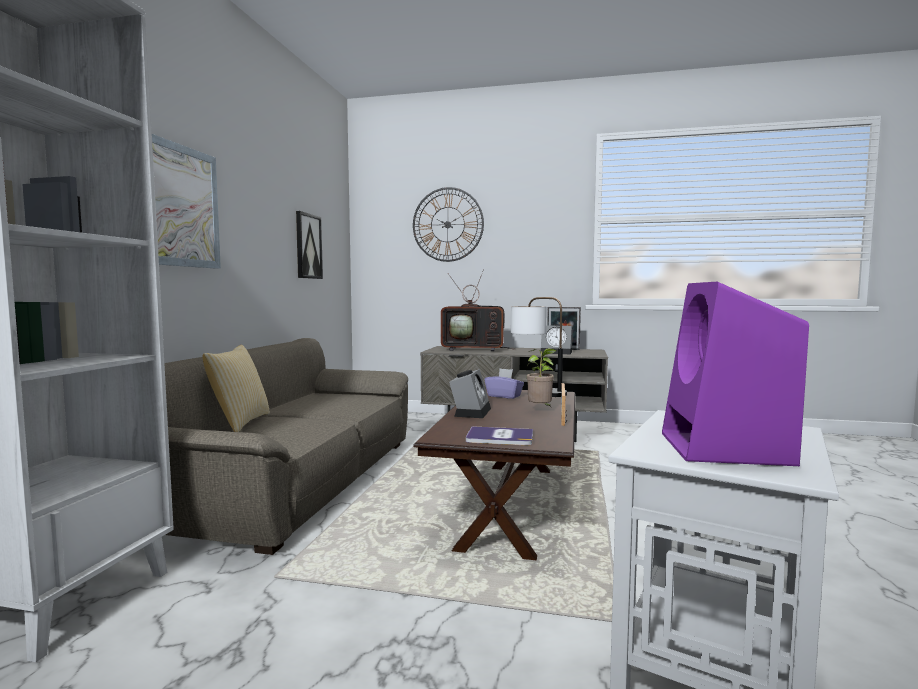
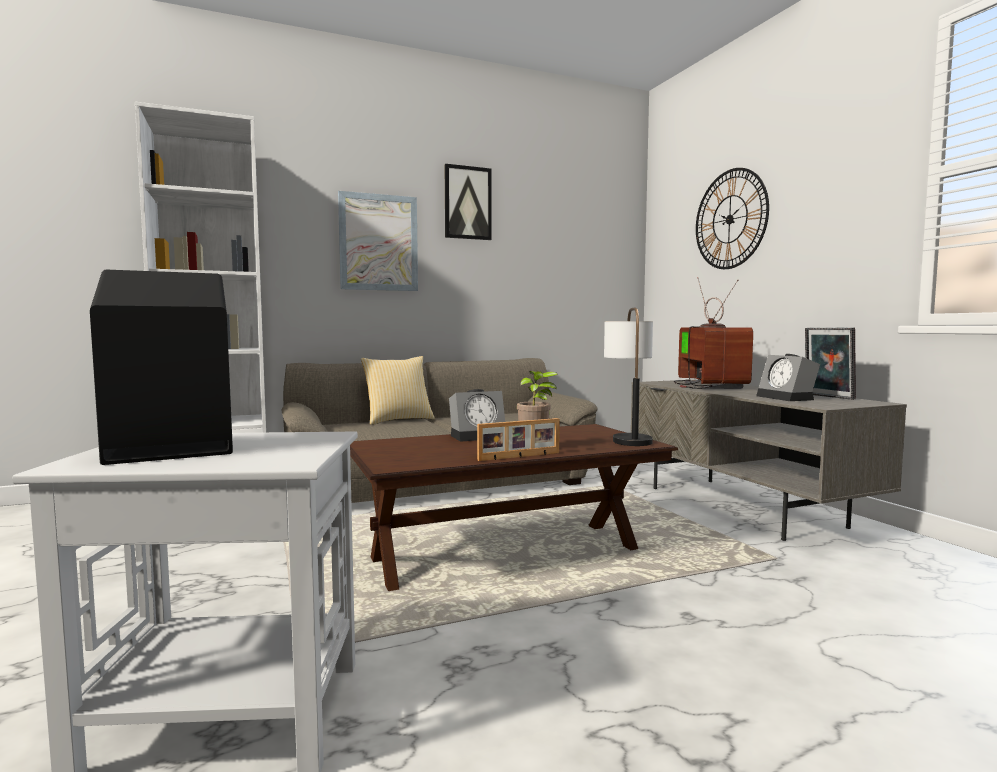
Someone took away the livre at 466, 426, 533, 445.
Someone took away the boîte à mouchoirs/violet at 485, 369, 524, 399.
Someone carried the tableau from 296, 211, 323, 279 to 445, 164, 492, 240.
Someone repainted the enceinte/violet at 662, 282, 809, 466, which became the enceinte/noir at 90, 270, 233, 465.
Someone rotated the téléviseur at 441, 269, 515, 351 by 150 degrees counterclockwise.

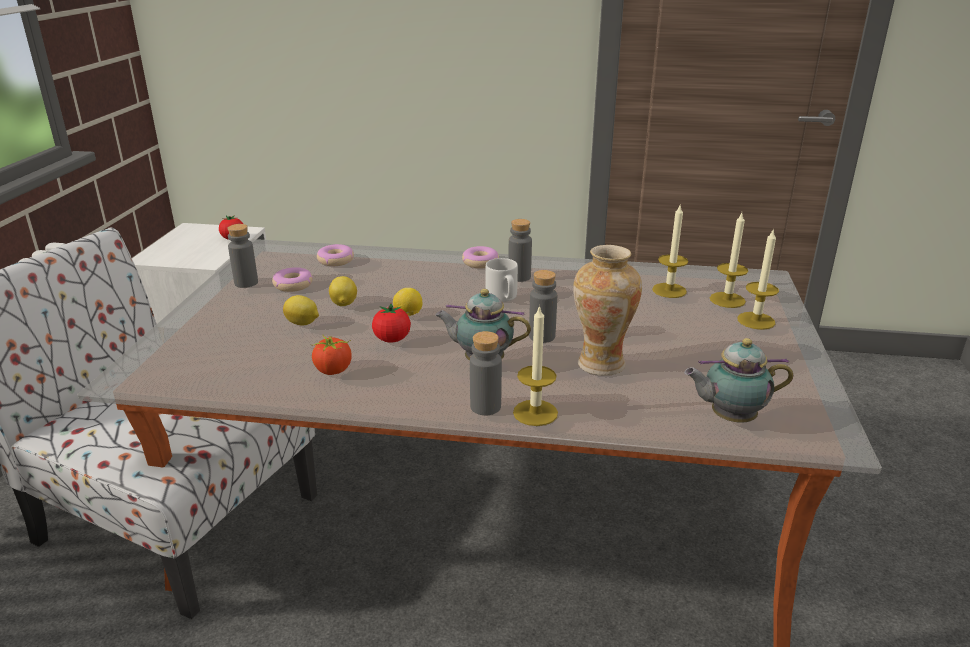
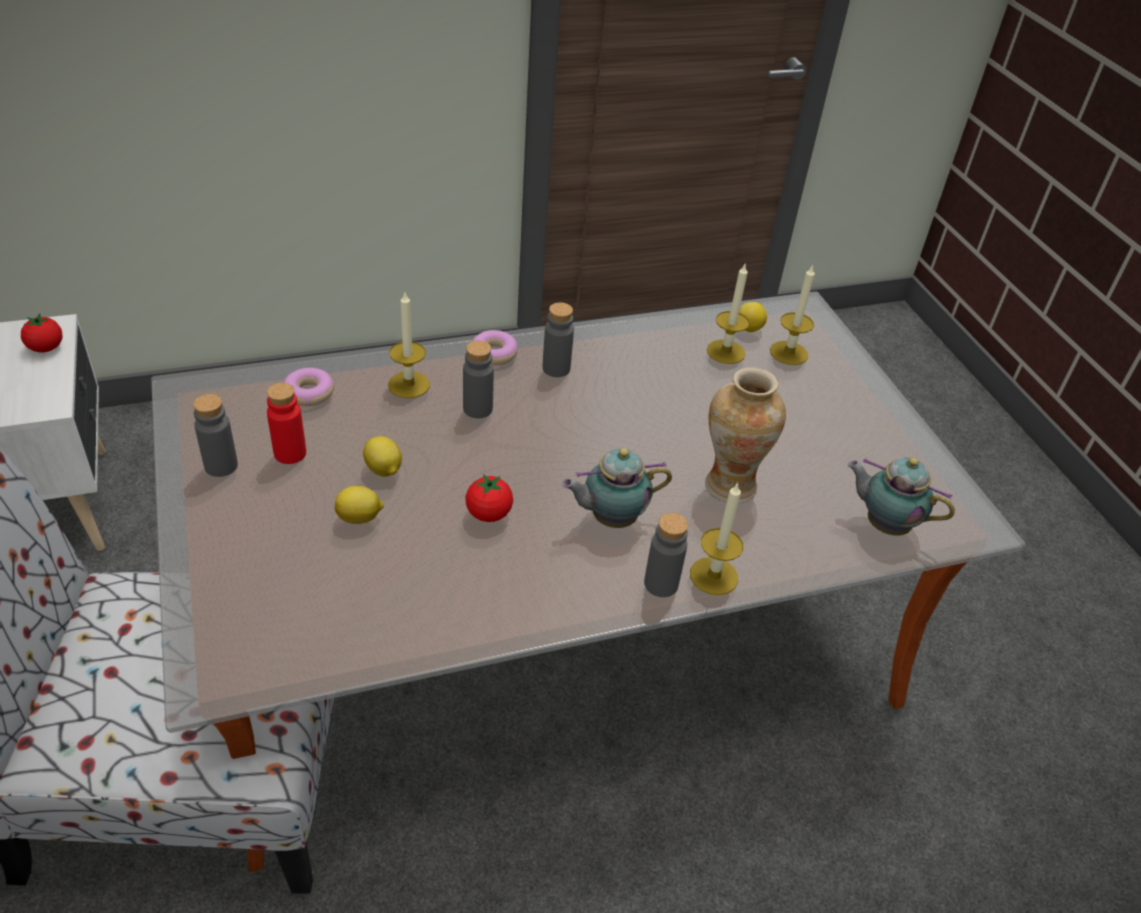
Someone took away the tomate at 312, 335, 352, 375.
Someone took away the mug/gris at 486, 258, 518, 302.
Someone carried the citron from 393, 288, 422, 316 to 739, 302, 767, 332.
Someone carried the bouteille/gris from 529, 270, 557, 343 to 463, 341, 494, 418.
Someone carried the bougie from 737, 228, 779, 330 to 388, 293, 430, 398.
Someone swapped the beignet at 272, 267, 313, 292 for the bouteille/rouge at 267, 383, 306, 464.
Someone rotated the théière at 684, 338, 793, 423 by 60 degrees clockwise.

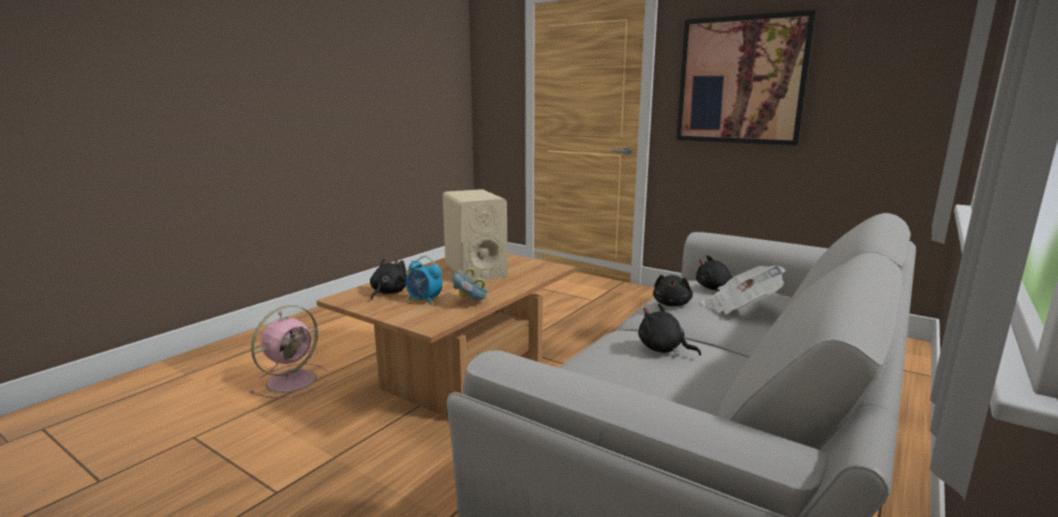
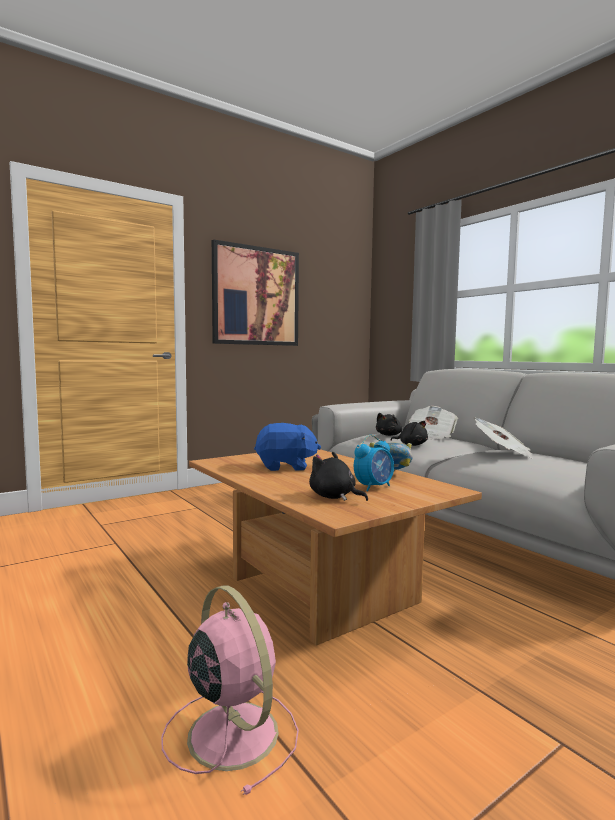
Someone swapped the enceinte/beige at 443, 189, 508, 280 for the peluche/bleu at 254, 423, 321, 471.
Someone swapped the peluche/noir at 638, 304, 701, 356 for the journal at 473, 417, 533, 459.

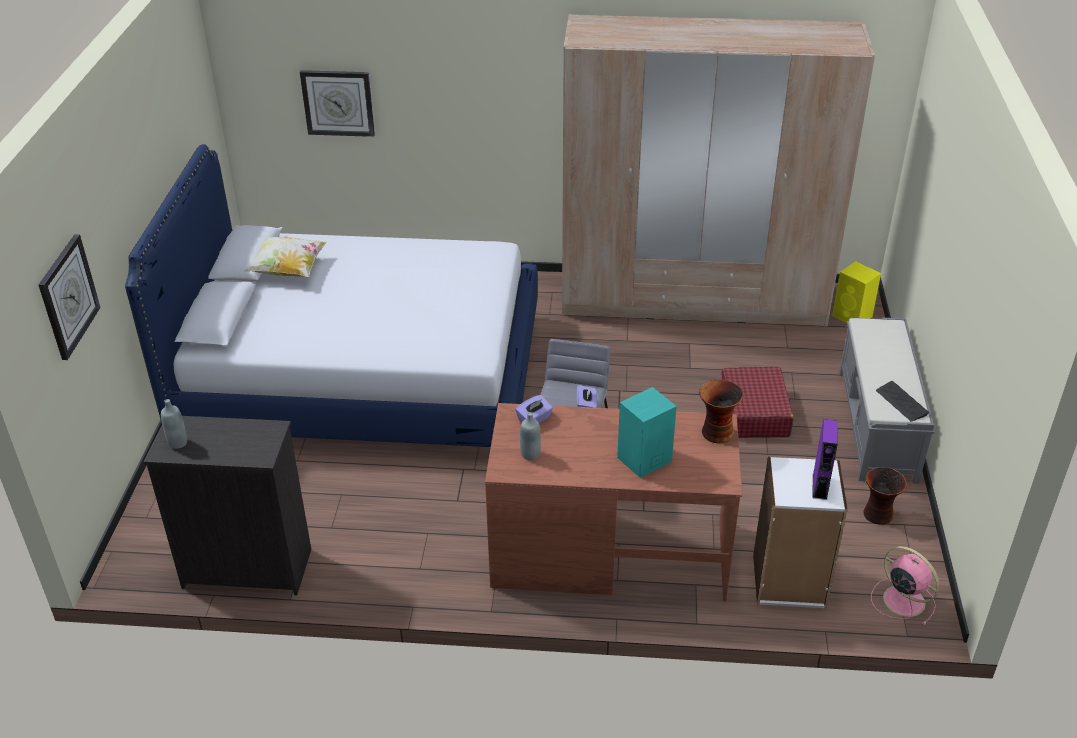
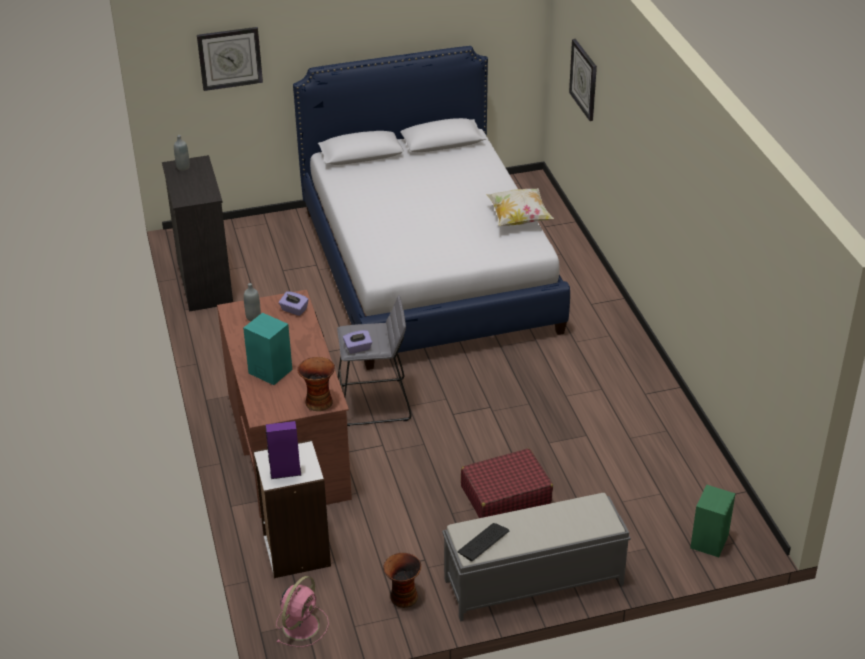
Someone took away the armoire/beige at 562, 14, 875, 327.
Someone carried the coussin from 245, 237, 327, 277 to 486, 188, 554, 226.
Someone repainted the enceinte/jaune at 832, 261, 881, 323, which became the enceinte/vert at 690, 484, 736, 557.

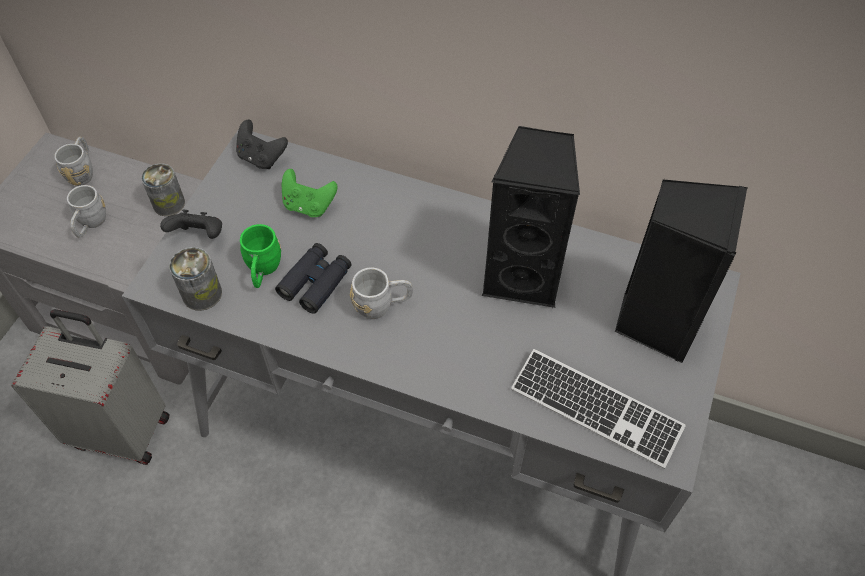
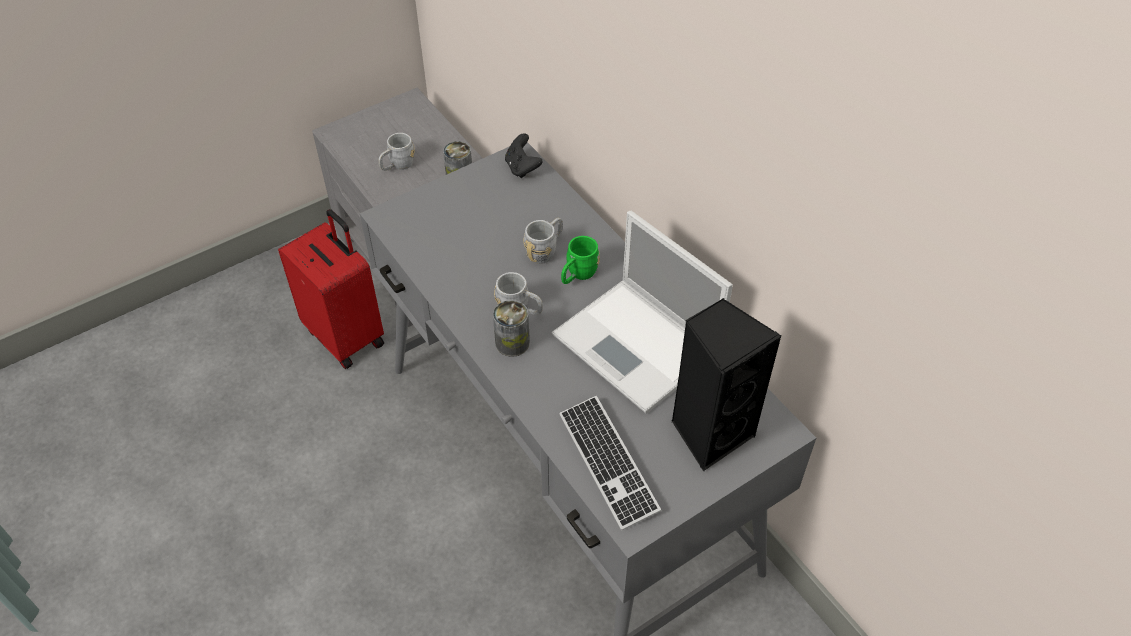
Someone took away the manette/noir at 160, 210, 222, 239.
Someone took away the jumelles/noir at 275, 243, 352, 314.
Someone took away the manette/vert at 282, 169, 338, 217.
Someone carried the mug/gris from 54, 137, 93, 186 to 523, 218, 563, 264.
Someone carried the boîte métallique from 169, 247, 222, 311 to 493, 300, 530, 357.
Someone carried the mug/vert from 240, 224, 281, 288 to 561, 236, 600, 284.
Someone swapped the enceinte/noir at 482, 126, 580, 308 for the ordinateur portable at 552, 211, 733, 414.
Someone repainted the valise/gris at 11, 309, 169, 465, which became the valise/rouge at 278, 209, 384, 369.

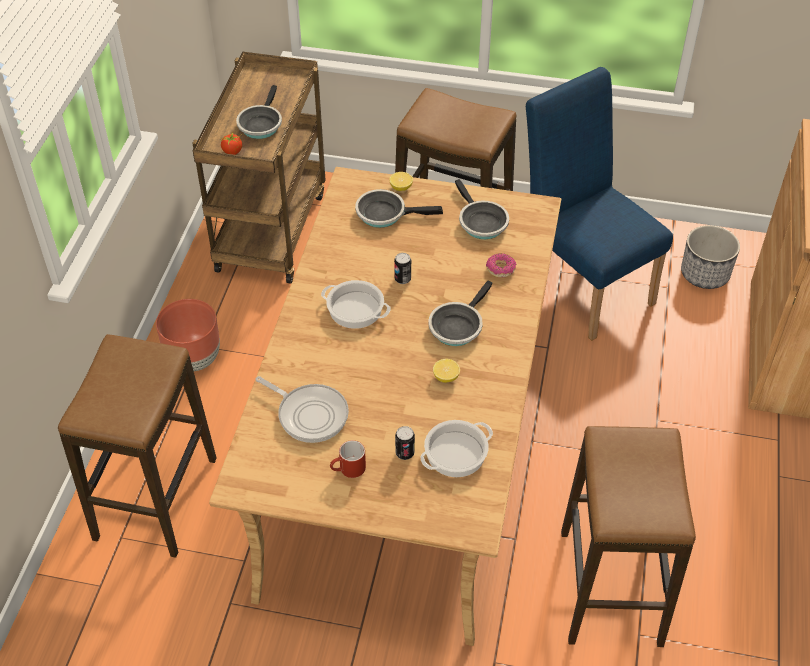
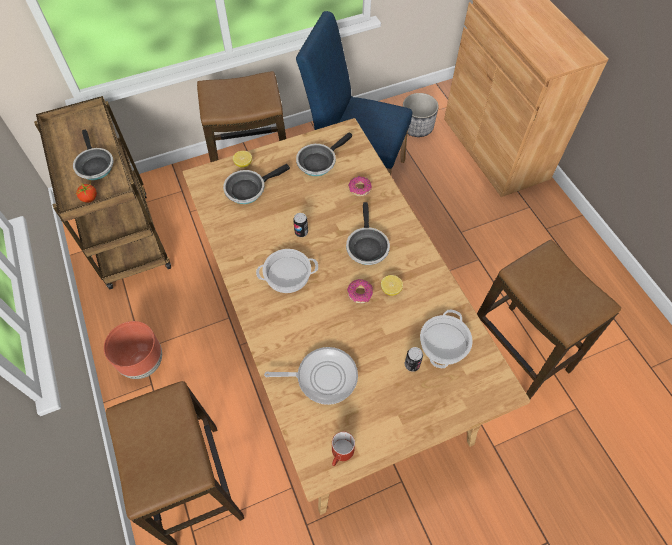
Someone put down the beignet at 347, 279, 373, 304.
Someone carried the mug/rouge from 330, 440, 366, 478 to 332, 431, 355, 466.
Someone rotated the poêle at 455, 179, 509, 239 by 105 degrees clockwise.

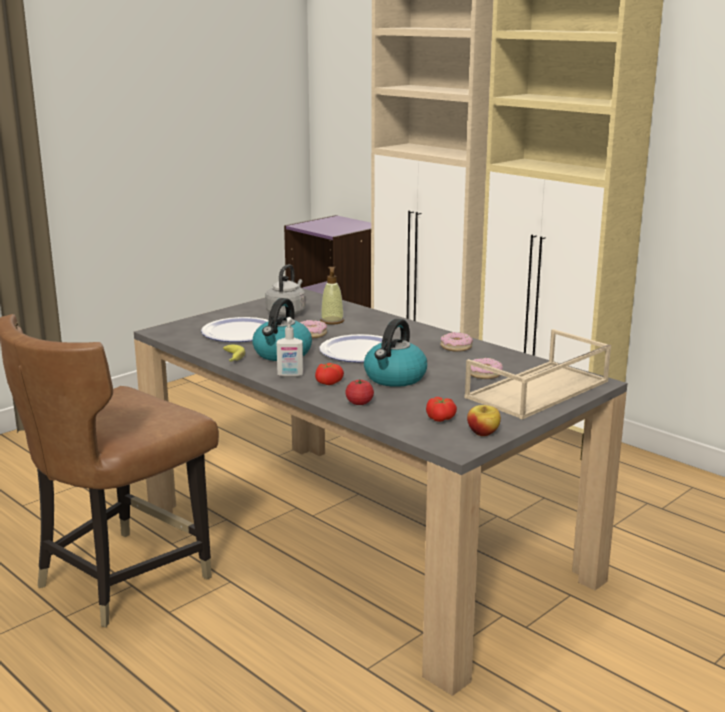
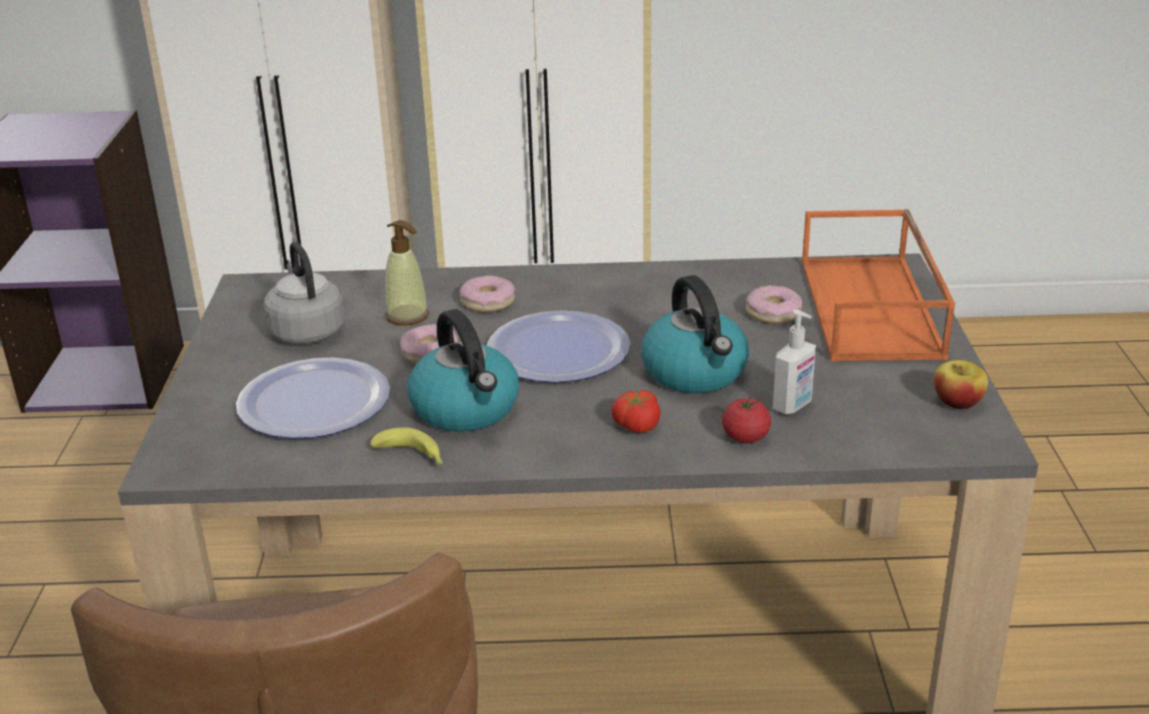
Someone took away the tomate at 426, 397, 457, 422.
Someone carried the distributeur de savon from 277, 317, 303, 377 to 773, 310, 816, 415.
Someone carried the beignet from 440, 332, 473, 352 to 460, 275, 515, 312.
Someone repainted the plateau/beige at 464, 329, 611, 419, which became the plateau/orange at 802, 209, 955, 362.

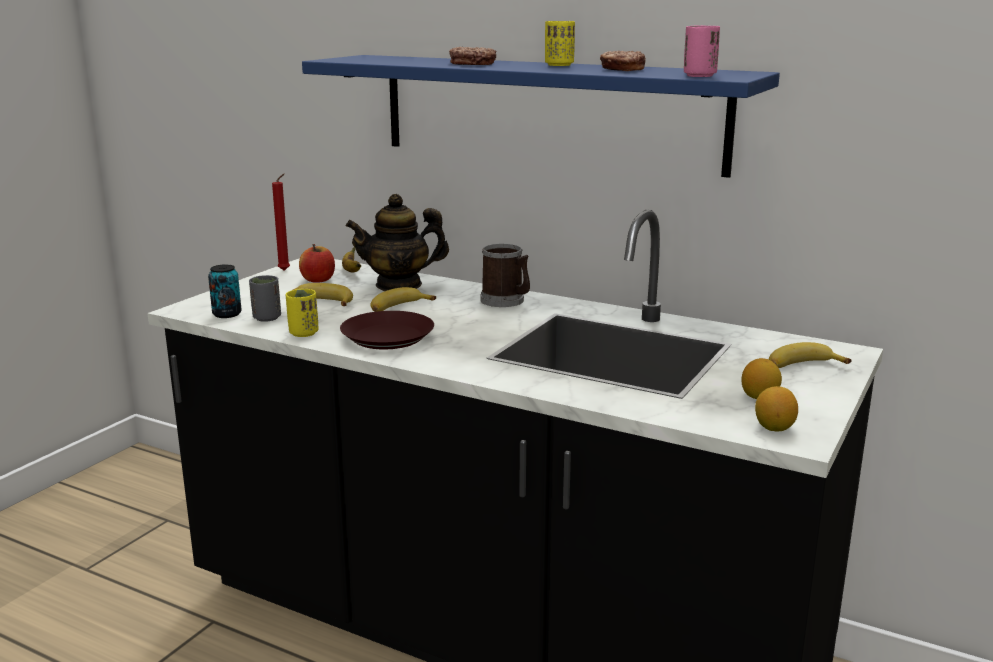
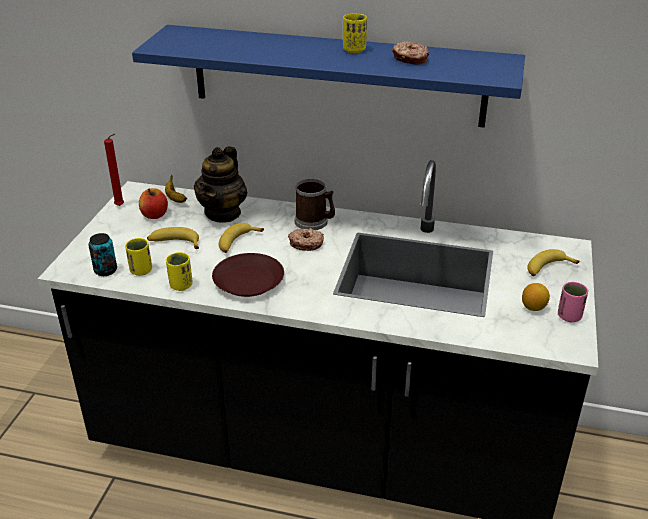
Someone took away the citron at 755, 386, 798, 432.
Someone carried the beignet from 449, 47, 497, 65 to 288, 228, 324, 251.
Someone carried the tasse/rose from 684, 25, 720, 77 to 558, 282, 588, 322.
Someone repainted the tasse/gris at 249, 275, 281, 322, which became the tasse/jaune at 125, 238, 152, 276.
Someone rotated the théière at 346, 194, 449, 291 by 45 degrees counterclockwise.

